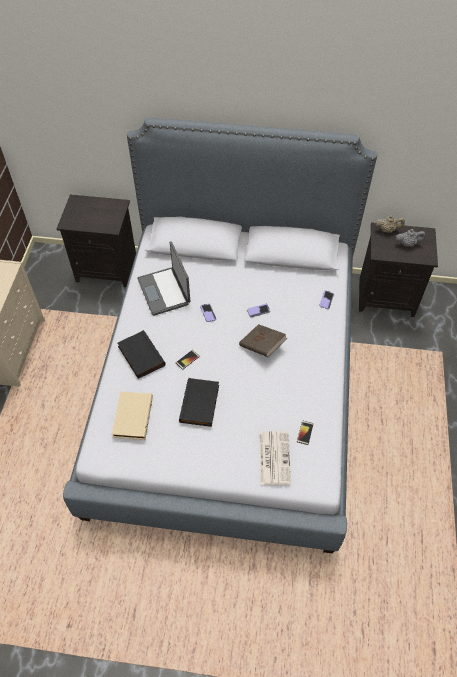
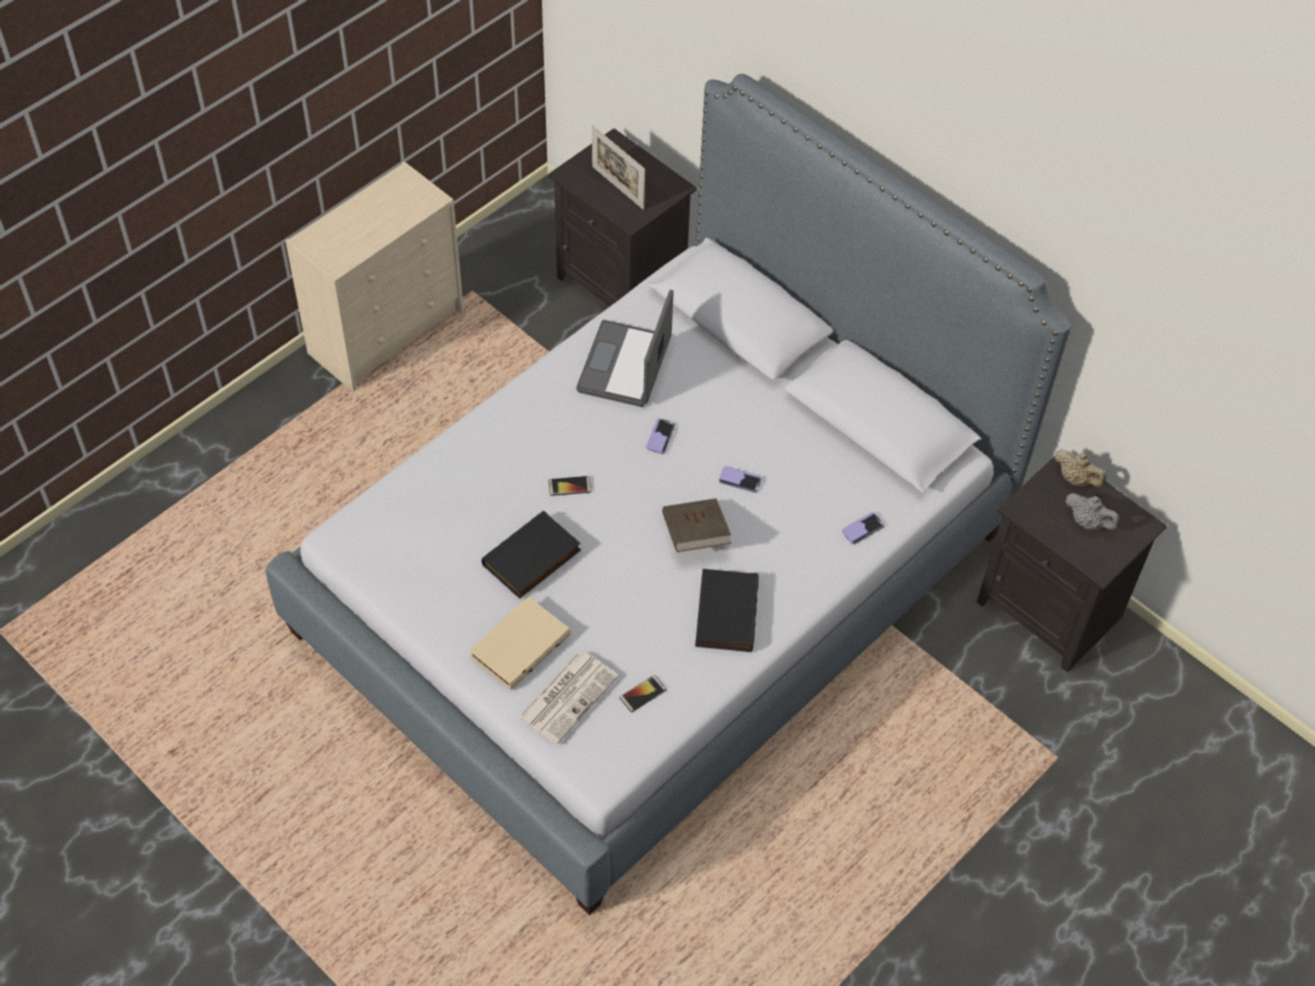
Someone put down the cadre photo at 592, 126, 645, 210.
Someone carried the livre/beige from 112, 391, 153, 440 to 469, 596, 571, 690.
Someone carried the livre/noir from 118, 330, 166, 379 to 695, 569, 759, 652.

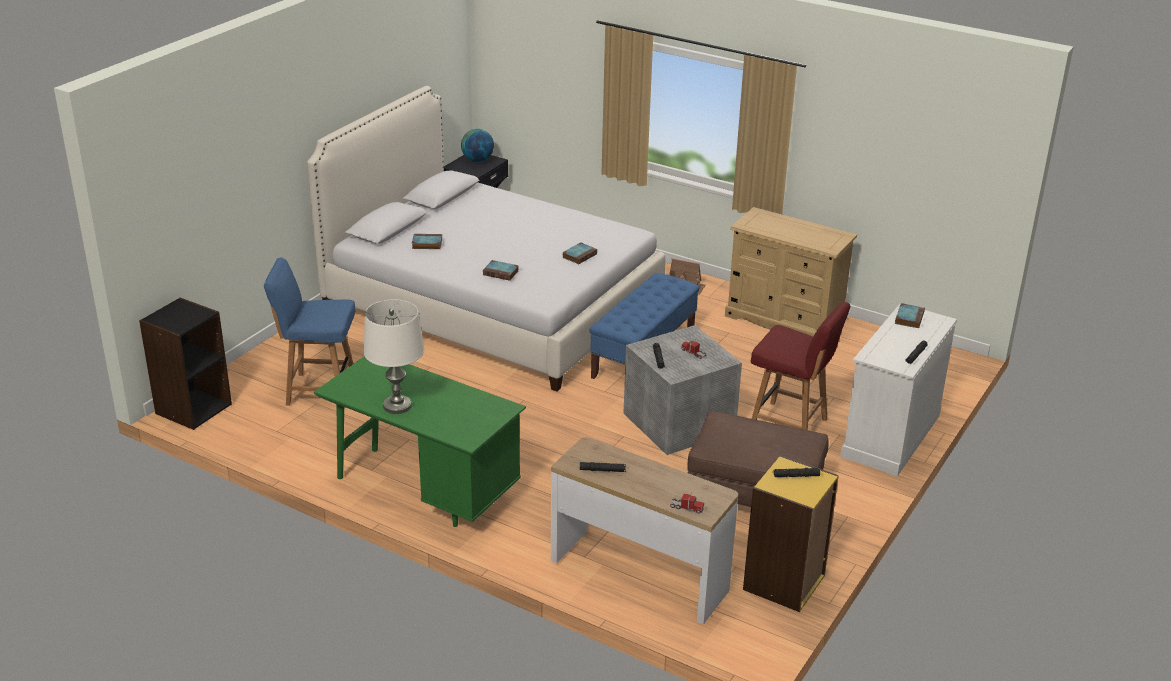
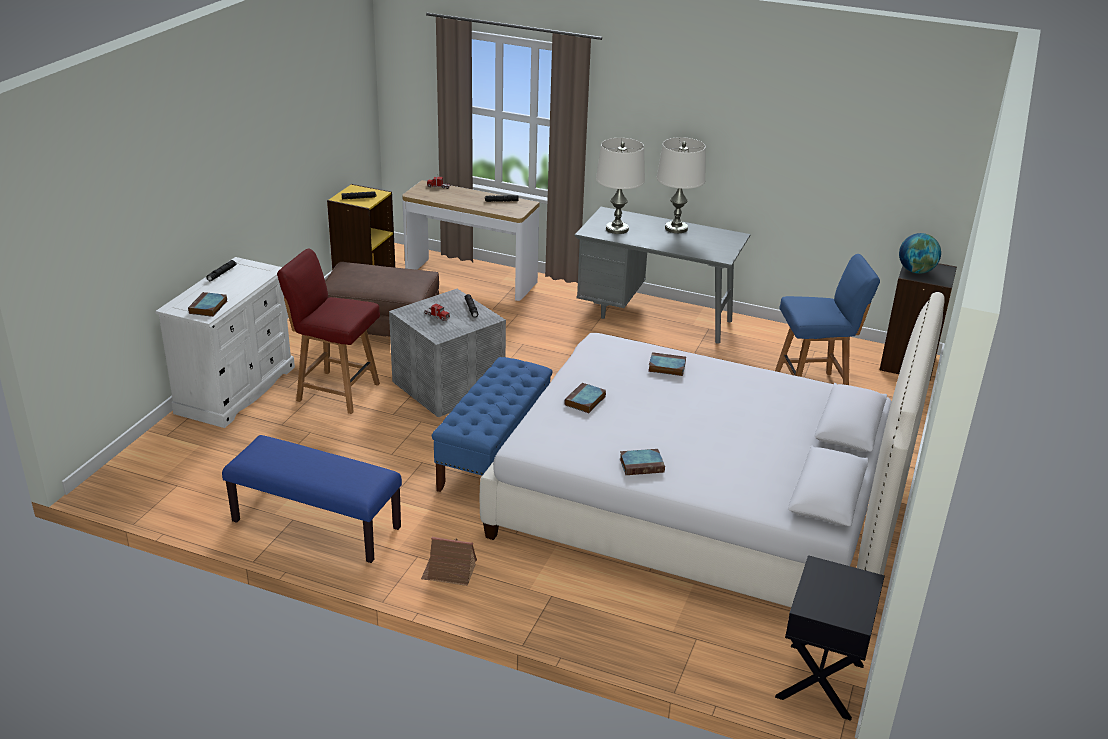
Someone put down the lampe de table/blanc at 596, 138, 645, 234.
Someone carried the livre from 412, 234, 442, 249 to 620, 449, 665, 475.
Someone carried the globe from 461, 129, 494, 162 to 899, 233, 941, 274.
Someone swapped the commode/beige at 725, 207, 857, 336 for the banc/bleu at 222, 435, 402, 563.
Someone repainted the bureau/vert at 314, 356, 526, 527, which became the bureau/gris at 575, 207, 750, 344.

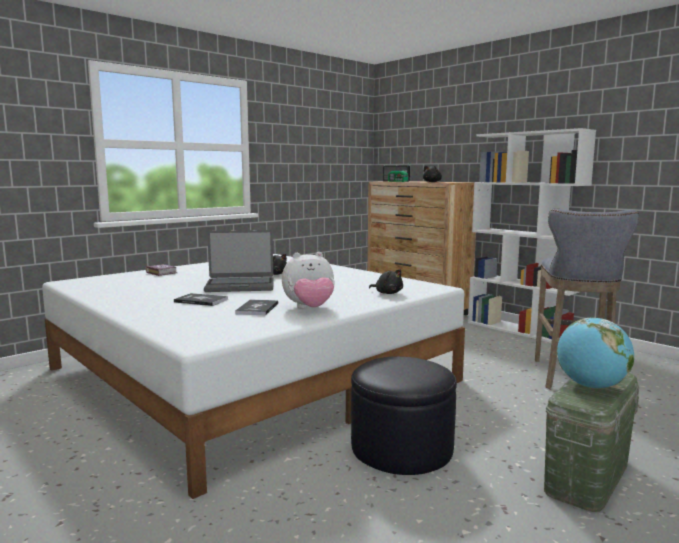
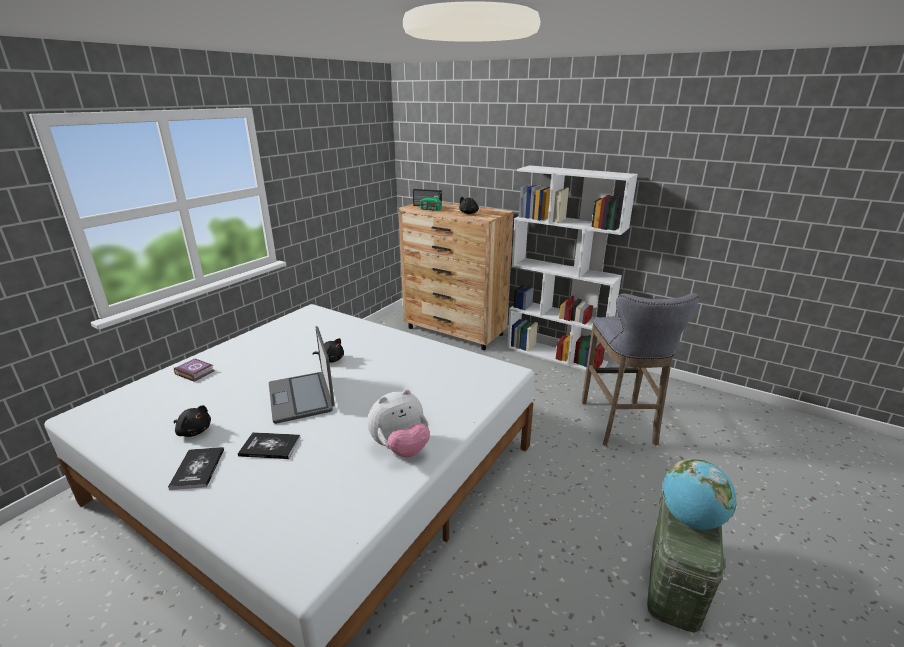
Someone took away the pouf/noir at 351, 357, 457, 475.
Someone carried the livre from 235, 299, 278, 316 to 168, 447, 224, 490.
Someone carried the peluche/noir from 369, 269, 403, 294 to 174, 405, 211, 437.
Someone rotated the ordinateur portable at 204, 230, 273, 292 by 90 degrees clockwise.

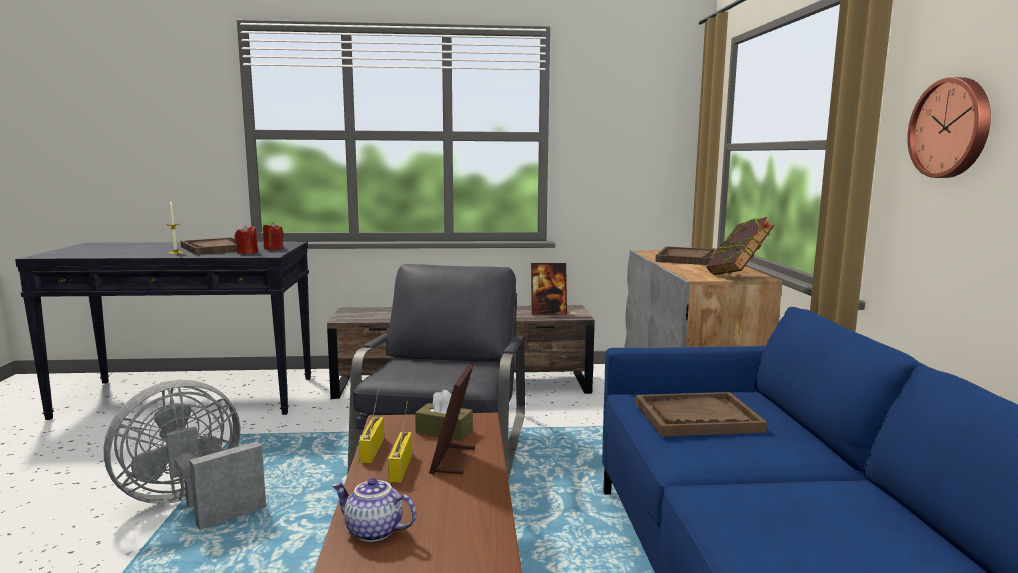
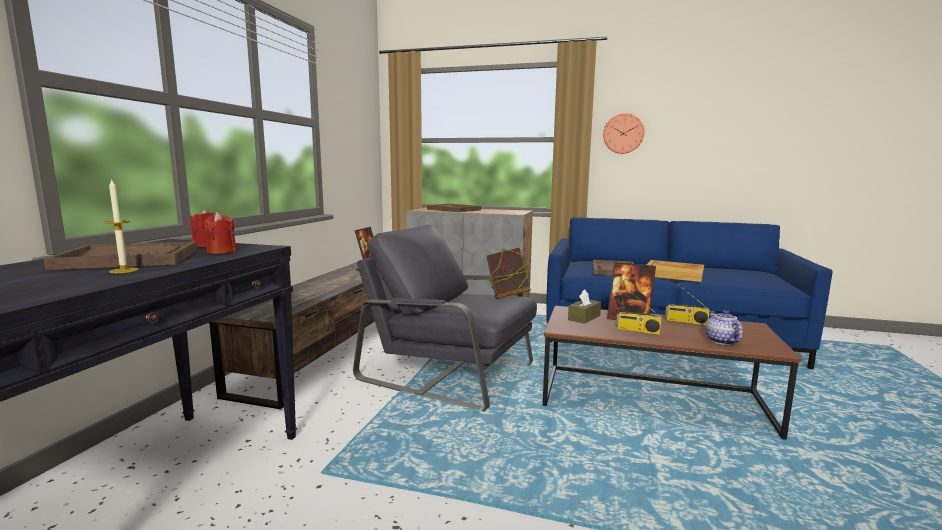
Someone took away the ventilateur/gris at 104, 380, 266, 530.
Someone put down the plateau/beige at 647, 260, 704, 282.
Someone carried the radio from 359, 387, 384, 463 to 665, 285, 710, 325.
Someone carried the livre from 706, 217, 774, 275 to 487, 247, 531, 299.
Someone rotated the théière at 332, 478, 416, 542 by 135 degrees clockwise.

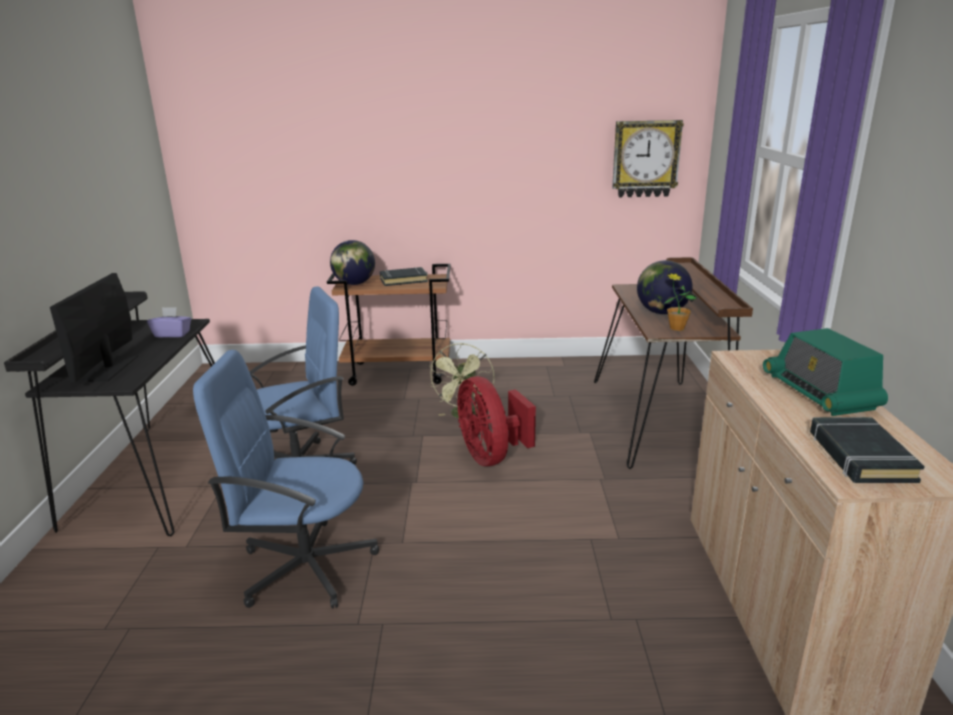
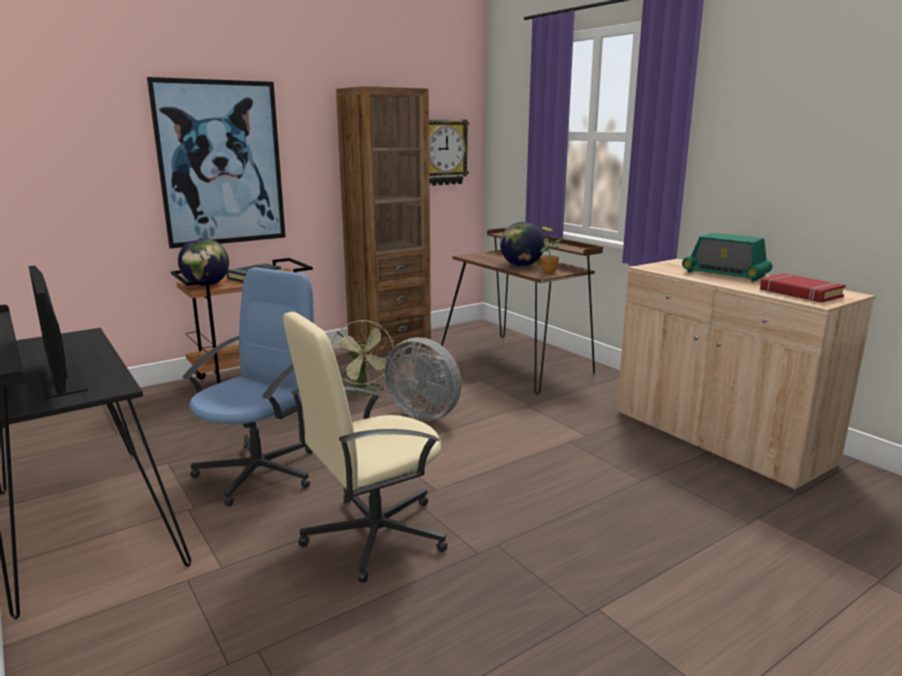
Someone took away the boîte à mouchoirs/violet at 147, 307, 191, 337.
Someone put up the tableau at 147, 77, 285, 249.
Someone put down the bibliothèque/marron at 336, 86, 431, 357.
Someone repainted the chaise de bureau/bleu at 193, 350, 379, 609, which became the chaise de bureau/beige at 283, 312, 447, 583.
Someone repainted the ventilateur/rouge at 457, 376, 536, 466, which became the ventilateur/gris at 384, 337, 462, 421.
Someone repainted the livre/noir at 810, 417, 925, 483, which became the livre/rouge at 760, 273, 846, 303.

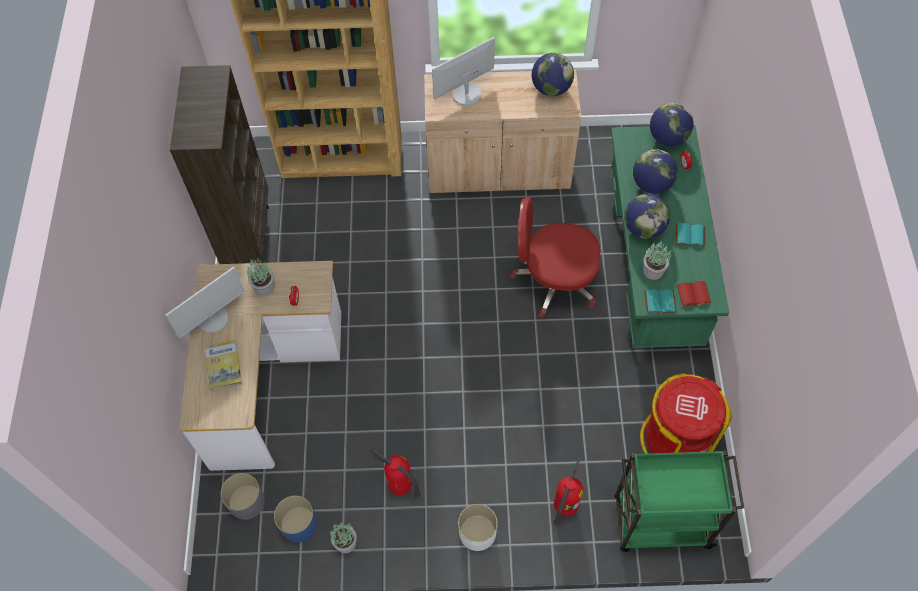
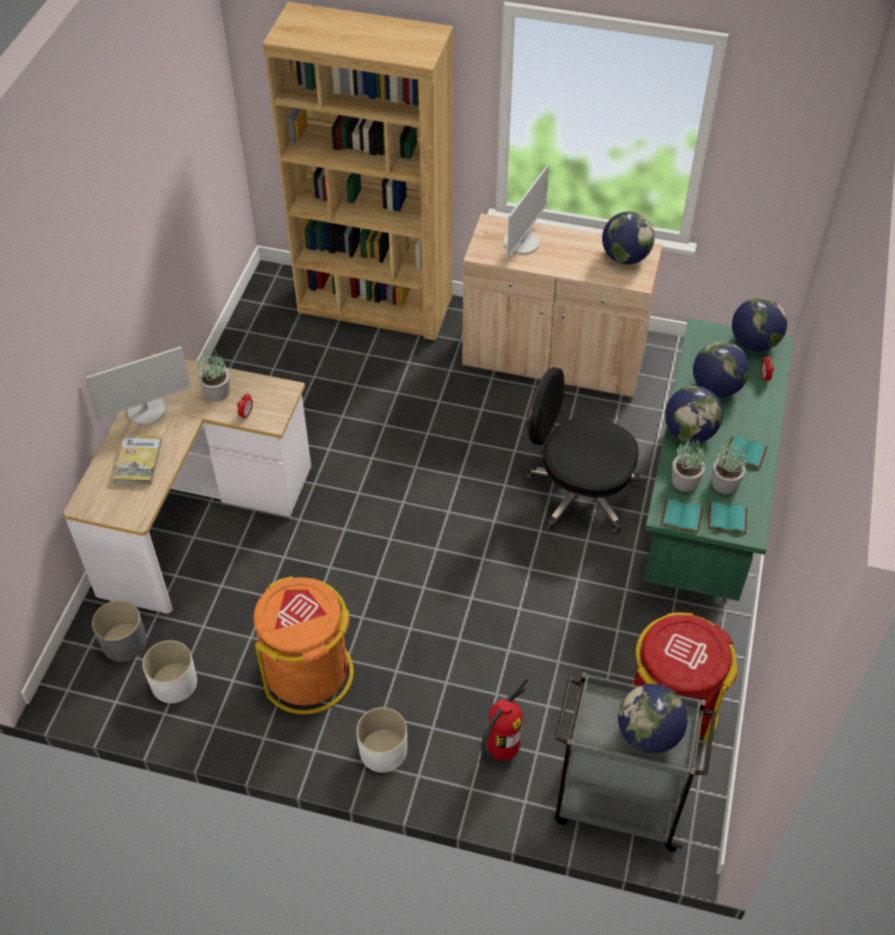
Someone took away the bibliothèque/marron at 170, 65, 269, 264.
Someone put down the globe at 618, 684, 688, 754.
Someone carried the plante en pot from 330, 522, 357, 553 to 712, 440, 748, 494.
Someone swapped the extincteur at 370, 449, 420, 499 for the poubelle/orange at 254, 576, 354, 715.
Someone repainted the cache-pot/bleu at 274, 495, 317, 542, which became the cache-pot/blanc at 142, 640, 197, 703.
Someone repainted the chaise de bureau/rouge at 509, 197, 600, 319, which became the chaise de bureau/noir at 525, 367, 640, 534.
Someone repainted the chariot/vert at 615, 451, 744, 552, which became the chariot/gris at 555, 672, 717, 851.
Someone repainted the livre/rouge at 677, 281, 711, 307, which became the livre/turquoise at 708, 502, 747, 534.
Someone rotated the écran d'ordinateur at 432, 37, 495, 106 by 135 degrees clockwise.

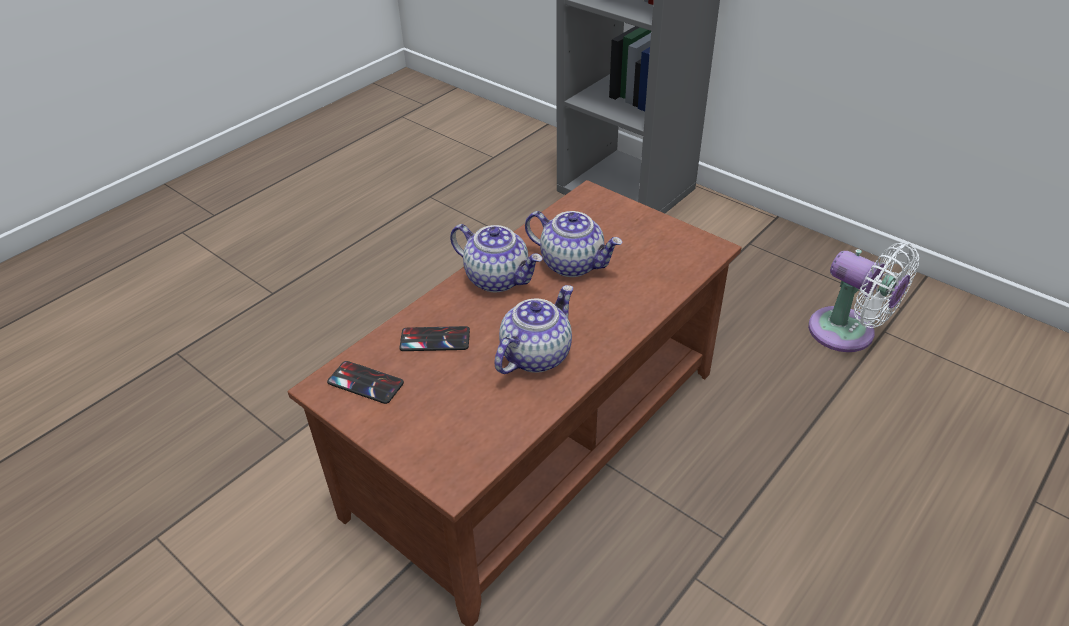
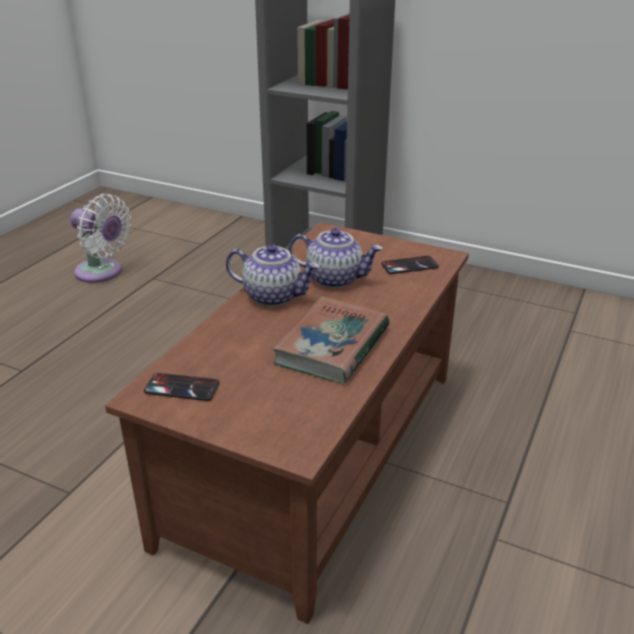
Someone carried the téléphone from 399, 326, 470, 351 to 381, 256, 439, 274.
Someone carried the ventilateur/blanc from 808, 243, 919, 352 to 70, 194, 131, 283.
Someone swapped the théière at 495, 285, 573, 374 for the livre at 271, 296, 389, 383.

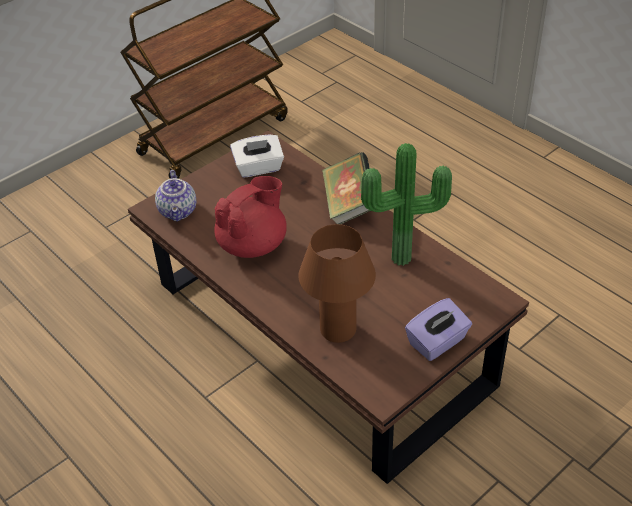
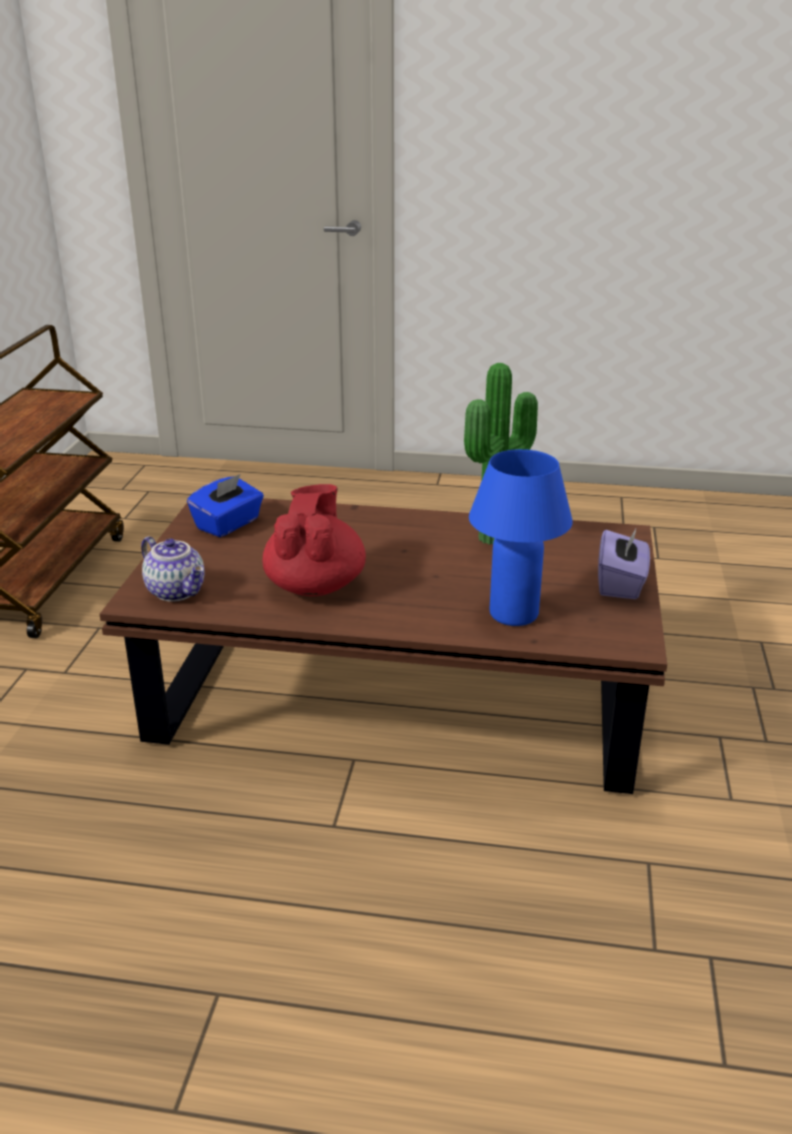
Someone took away the livre at 322, 152, 370, 224.
Someone repainted the boîte à mouchoirs/blanc at 230, 135, 284, 178, which became the boîte à mouchoirs/bleu at 187, 474, 264, 537.
Someone repainted the lampe de table/marron at 298, 224, 376, 343, which became the lampe de table/bleu at 469, 449, 573, 626.

